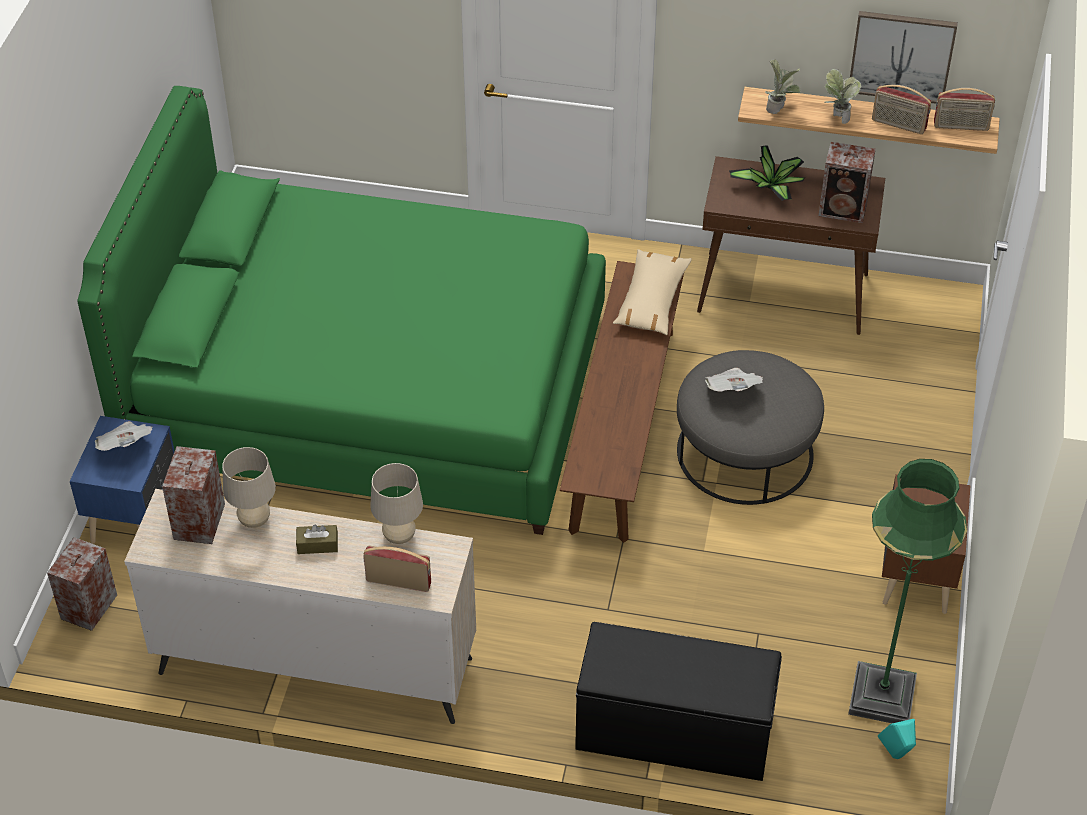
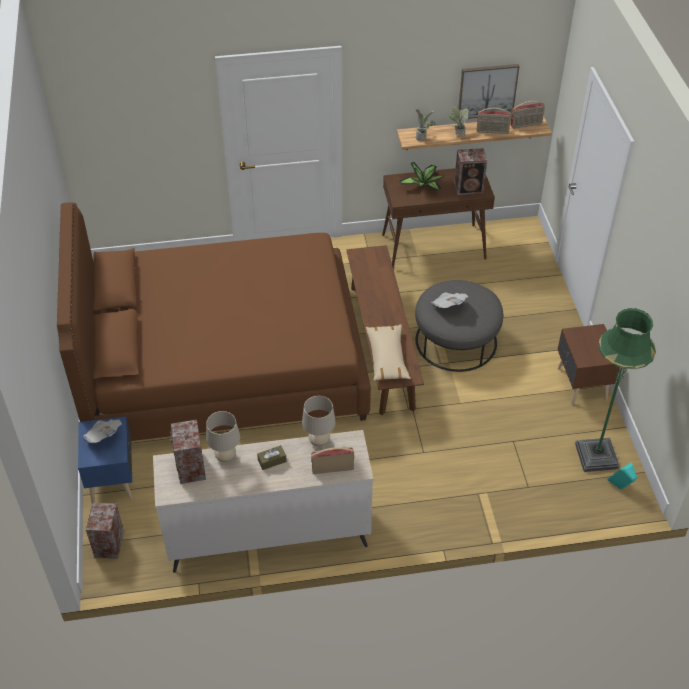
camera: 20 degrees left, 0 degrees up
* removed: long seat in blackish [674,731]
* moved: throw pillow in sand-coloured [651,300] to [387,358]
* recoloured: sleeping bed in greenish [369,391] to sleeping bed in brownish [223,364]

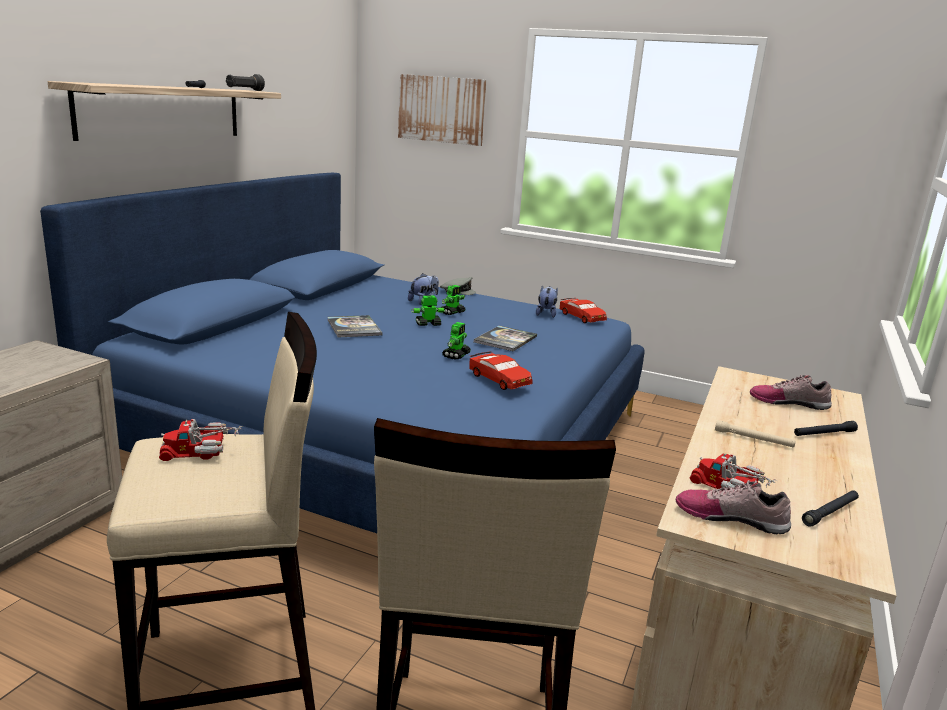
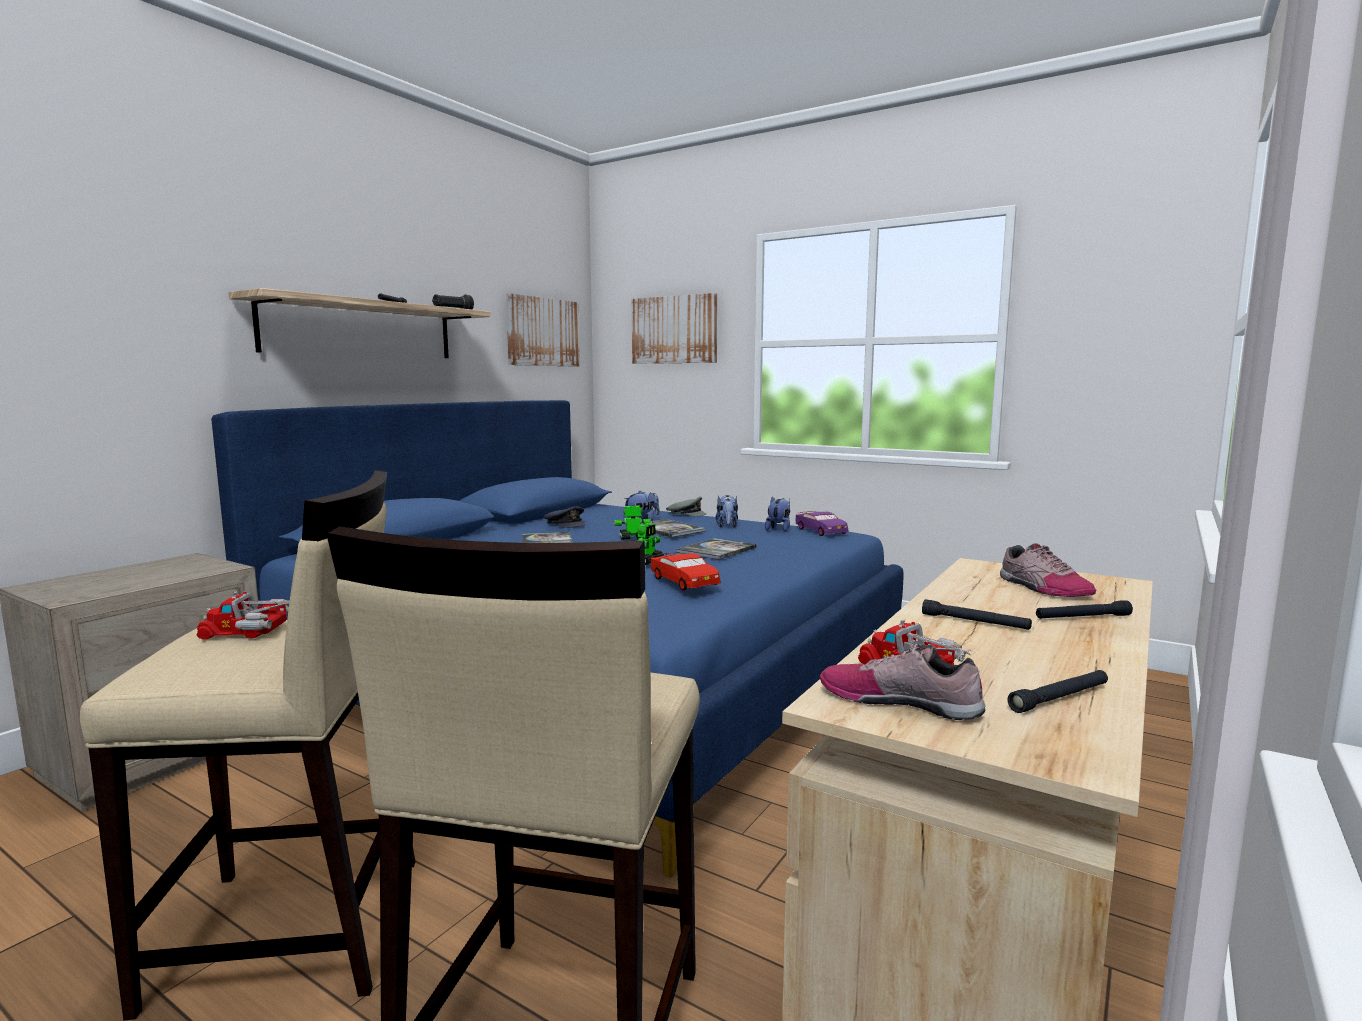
camera: 10 degrees right, 10 degrees down
* added: picture [543,332]
* added: baseball cap in greyish [566,524]
* added: cuddly toy [727,526]
* replaced: robot figure [452,312] to bound book [668,529]
* recoloured: toy car in red [582,317] to toy car in purplish [821,531]
* recoloured: hand torch in sand-coloured [753,439] to hand torch in blackish [975,622]
* turned: item of footwear [788,402] = [1042,588] 135 degrees counterclockwise

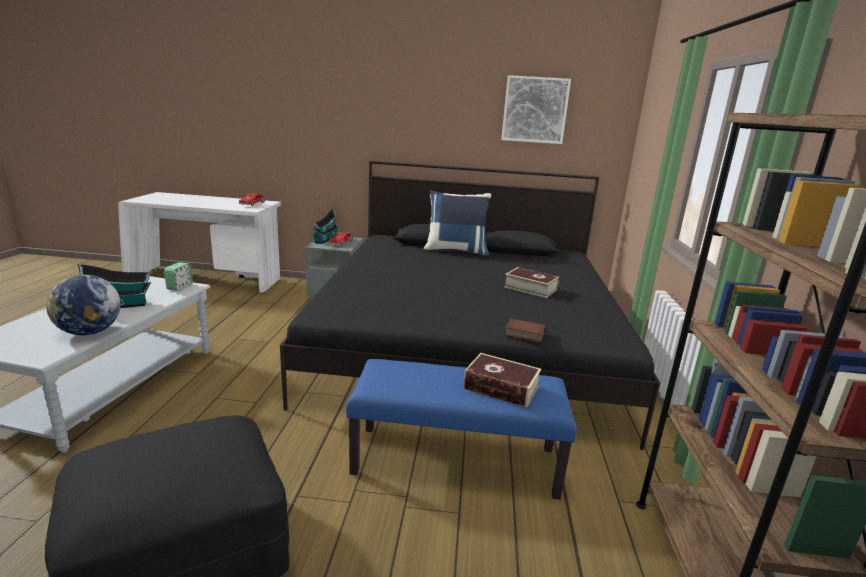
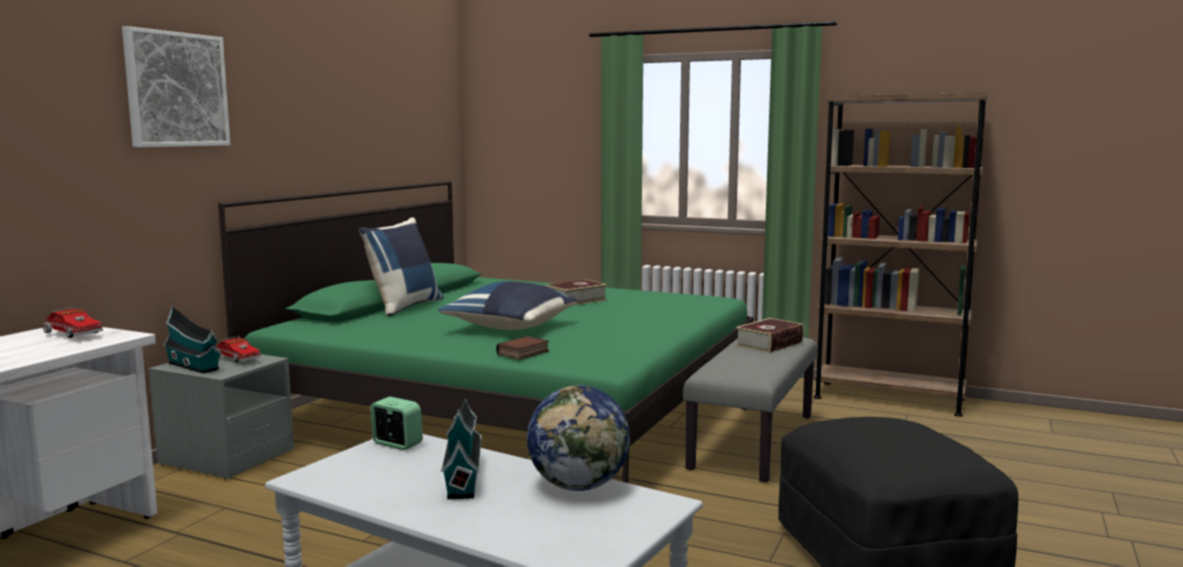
camera: 70 degrees left, 10 degrees down
* added: throw pillow in blue-coloured [511,328]
* moved: picture [535,110] to [176,89]
* moved: bound book [523,334] to [523,353]
* recoloured: sleeping bed in blackish [467,343] to sleeping bed in greenish [516,406]
* recoloured: long seat in blue-coloured [456,461] to long seat in greyish [752,441]

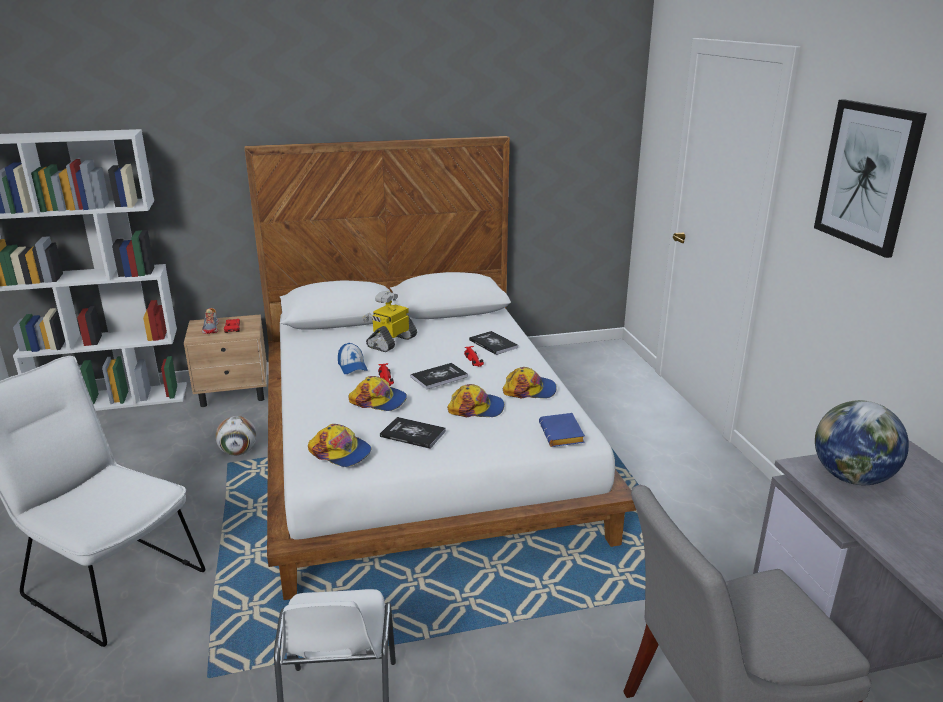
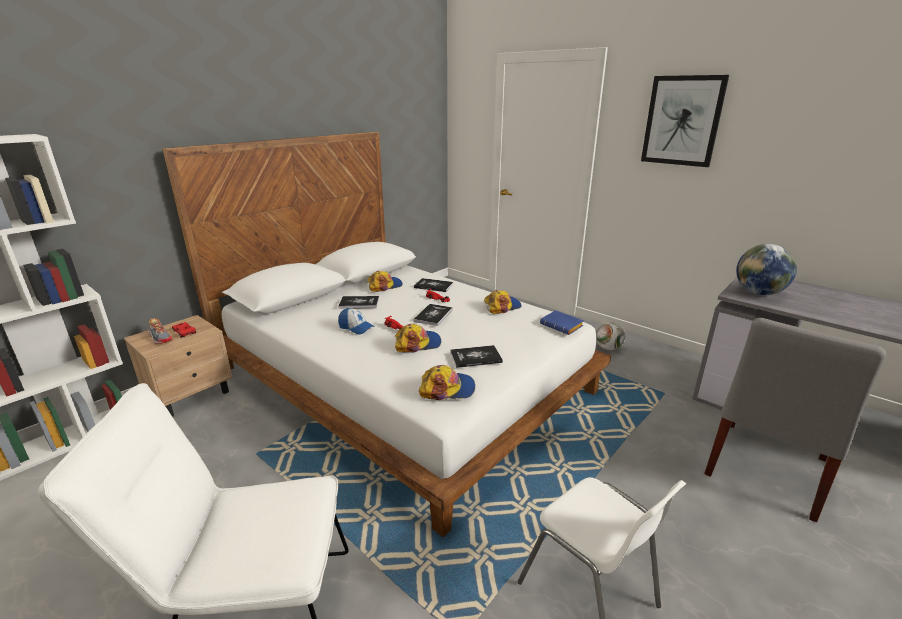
camera: 35 degrees left, 0 degrees up
* moved: football ball [238,452] to [608,348]
* moved: baseball cap [476,408] to [384,285]
* replaced: robot figure [391,342] to bound book [359,303]

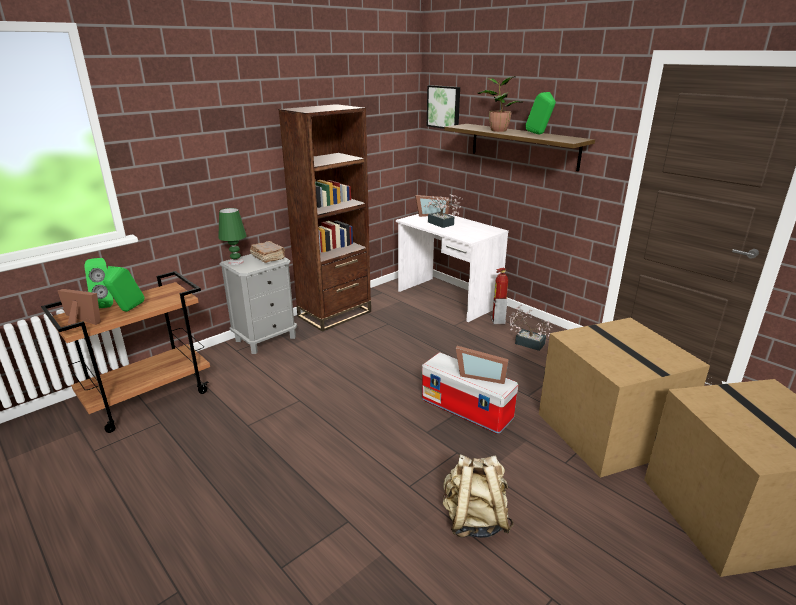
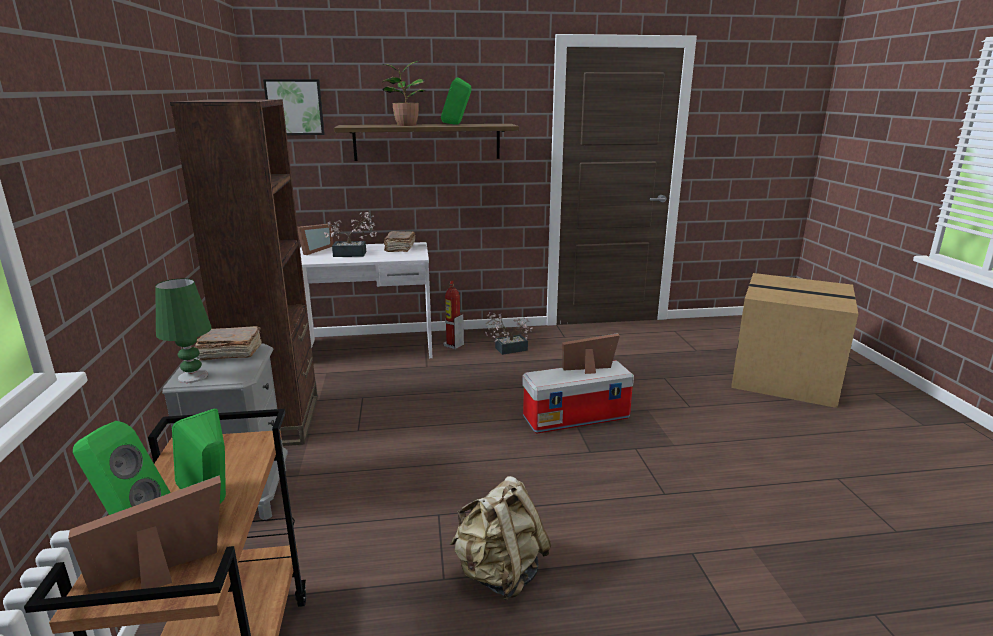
camera: 55 degrees left, 5 degrees down
* removed: cardboard box [610,432]
* added: bound book in brownish [399,248]
* moved: backpack in sand-coloured [474,519] to [499,573]
* turned: picture frame [480,375] = [590,370] 150 degrees counterclockwise

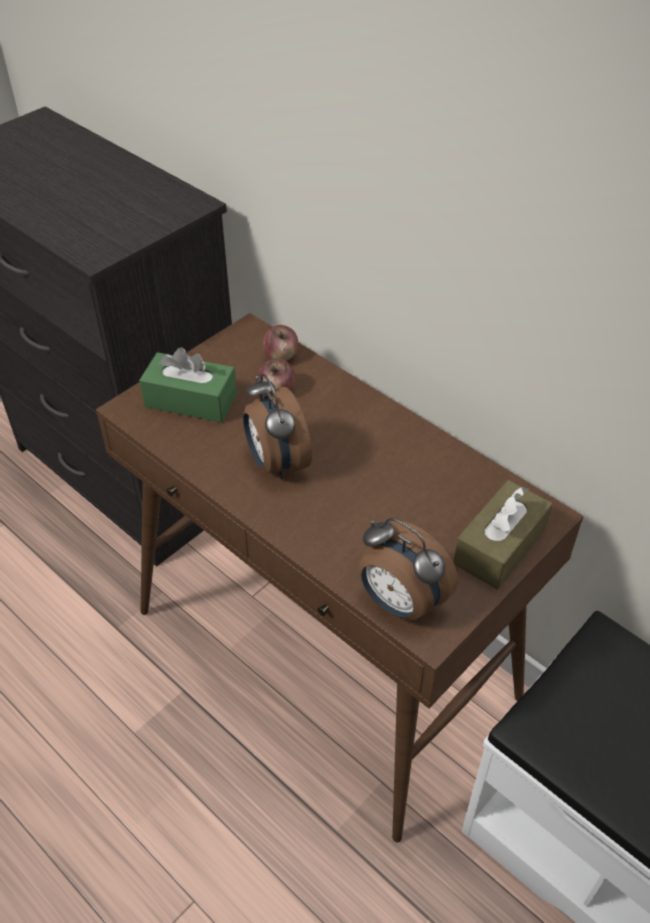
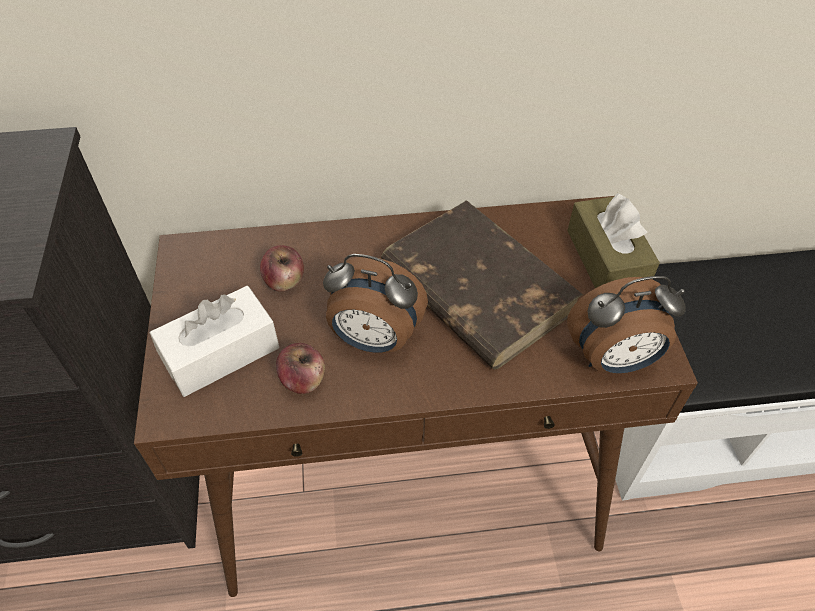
camera: 50 degrees left, 5 degrees up
* added: bound book in brownish [475,288]
* moved: apple fruit [281,356] to [303,380]
* recoloured: tissue box in greenish [191,400] to tissue box in white [221,353]

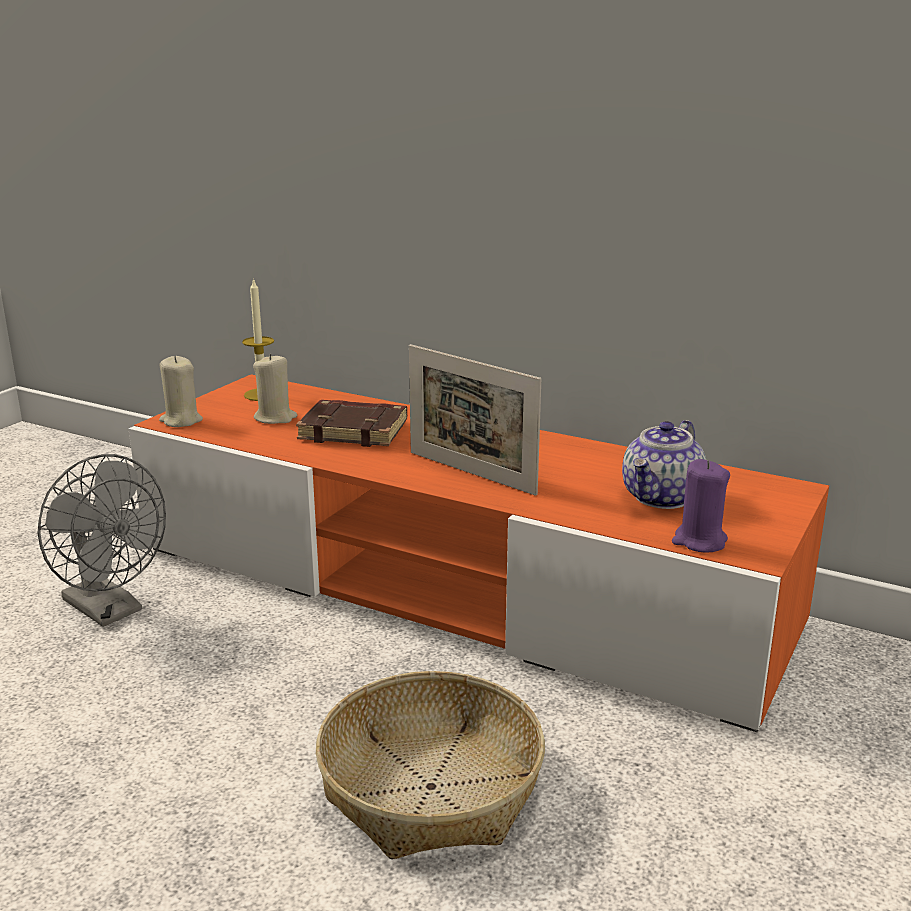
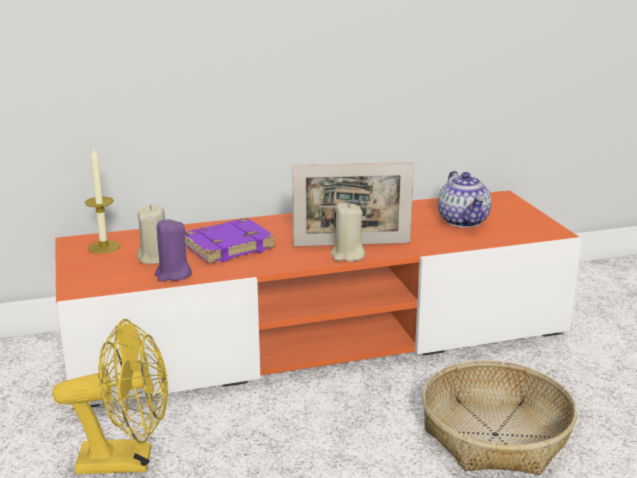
camera: 45 degrees left, 0 degrees up
* moved: candle in sand-coloured [181,421] to [347,255]
* moved: candle in purplish [699,541] to [173,274]
* recoloured: electric fan in greyish [111,610] to electric fan in yellow-coloured [127,460]
* recoloured: bound book in brownish [355,430] to bound book in purplish [228,246]

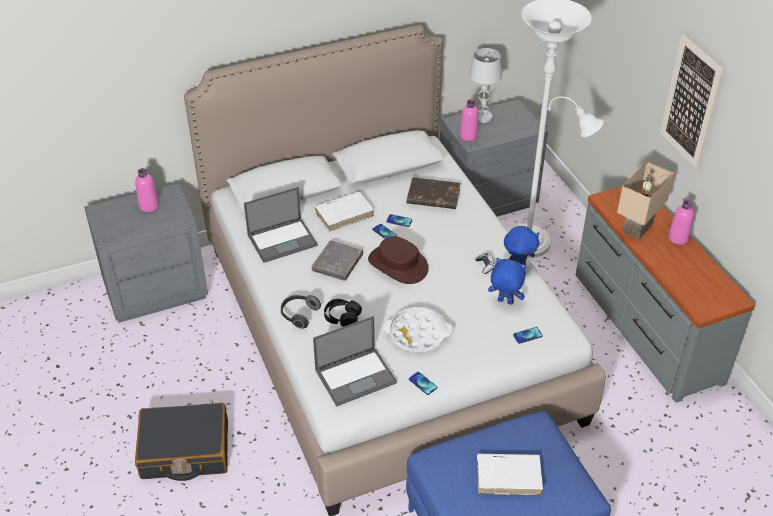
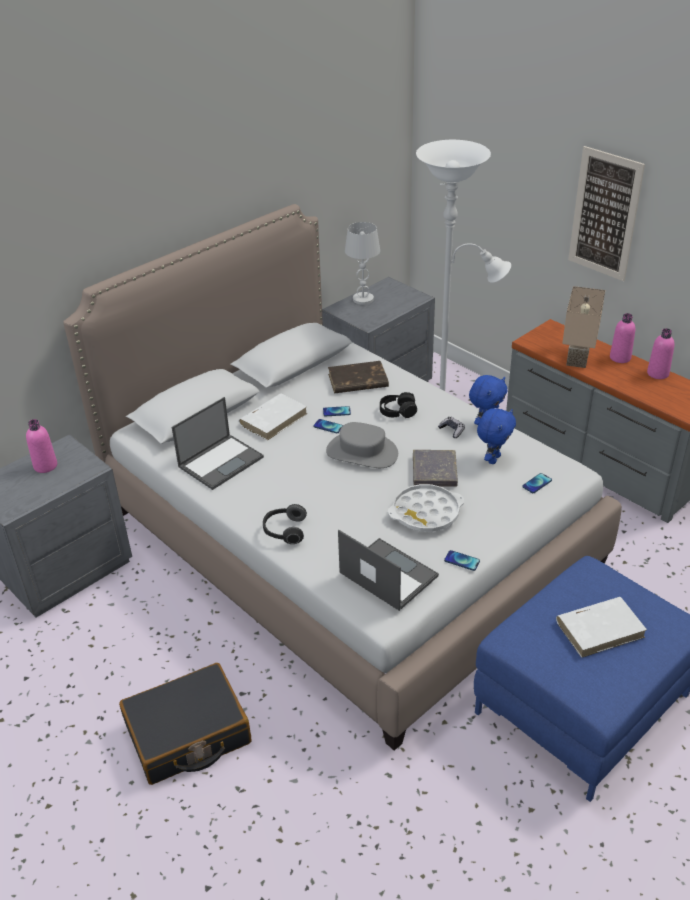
camera: 20 degrees left, 5 degrees down
* moved: bound book in greyish [337,263] to [434,471]
* moved: headset in blackish [342,317] to [397,411]
* moved: beverage bottle in pink-coloured [468,136] to [657,373]
* recoloured: hat in brownish [398,264] to hat in greyish [362,452]
* turned: portable computer [356,376] = [387,574] 90 degrees counterclockwise
* turned: cuddly toy in blue-coloured [504,302] = [493,459] 120 degrees clockwise

